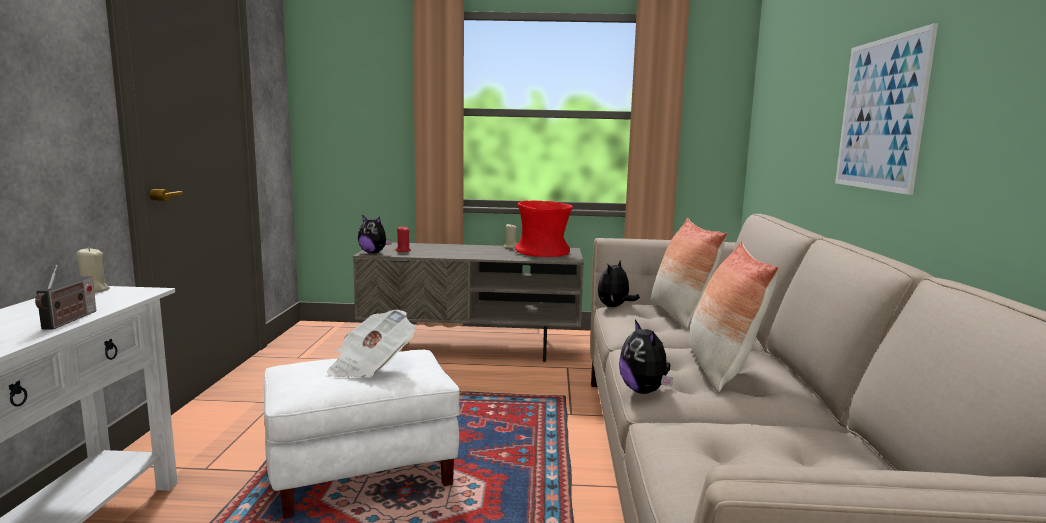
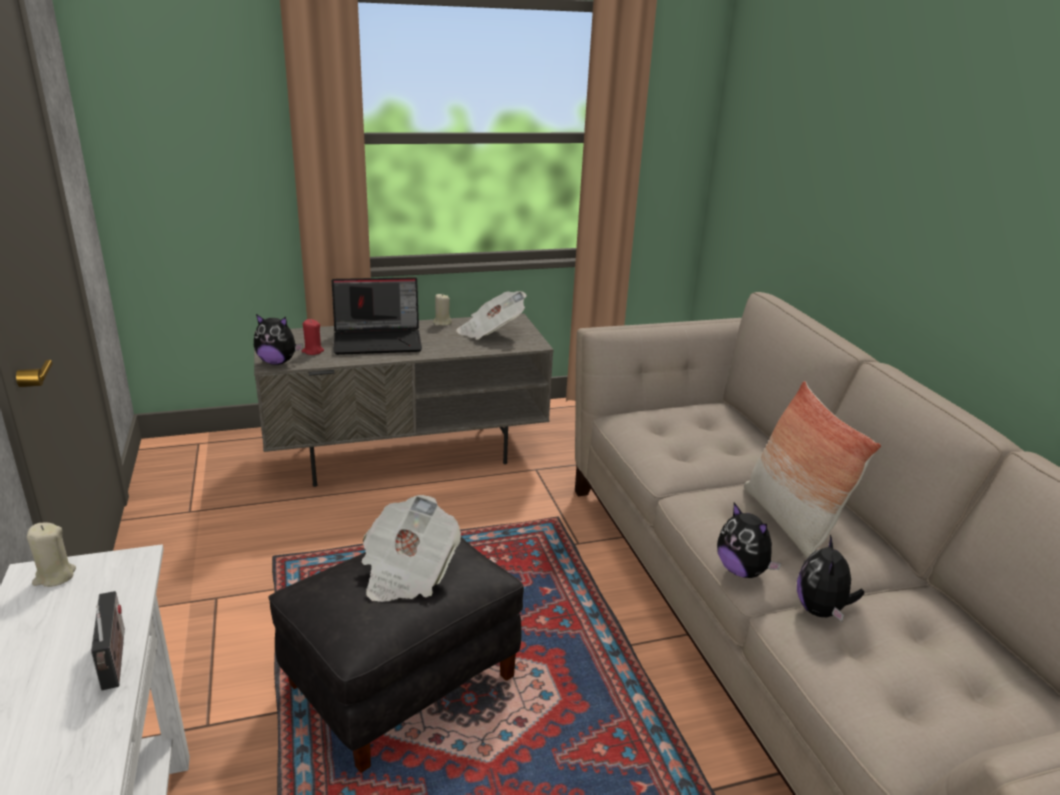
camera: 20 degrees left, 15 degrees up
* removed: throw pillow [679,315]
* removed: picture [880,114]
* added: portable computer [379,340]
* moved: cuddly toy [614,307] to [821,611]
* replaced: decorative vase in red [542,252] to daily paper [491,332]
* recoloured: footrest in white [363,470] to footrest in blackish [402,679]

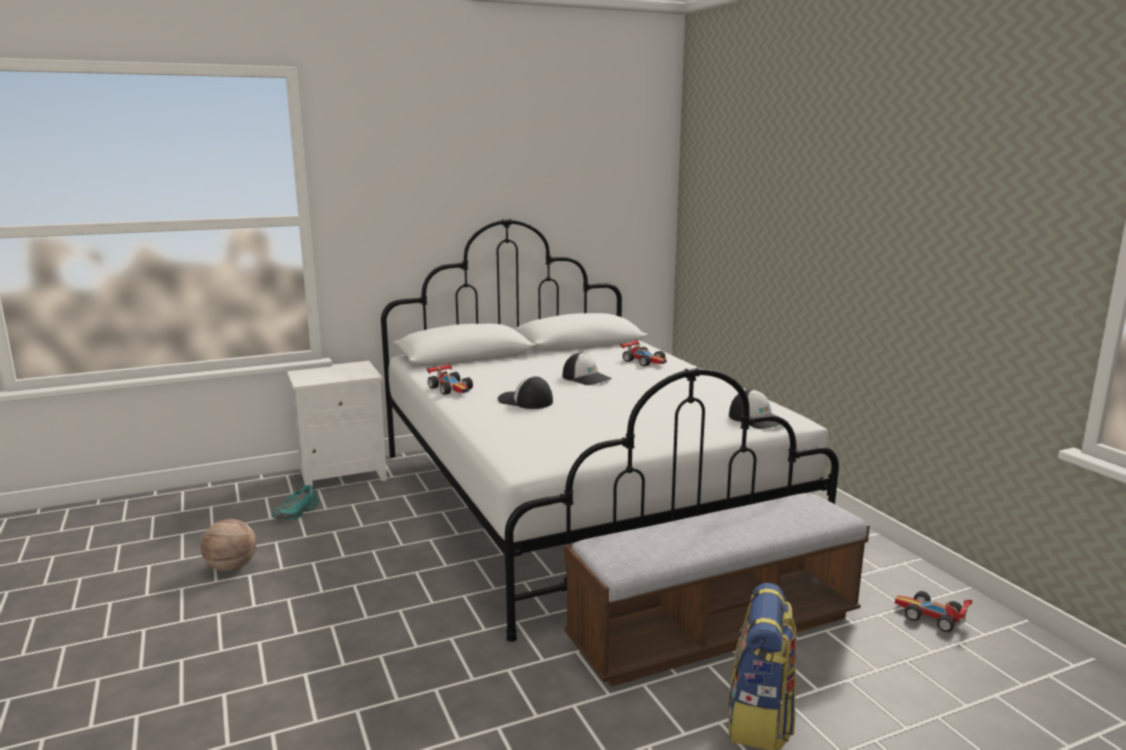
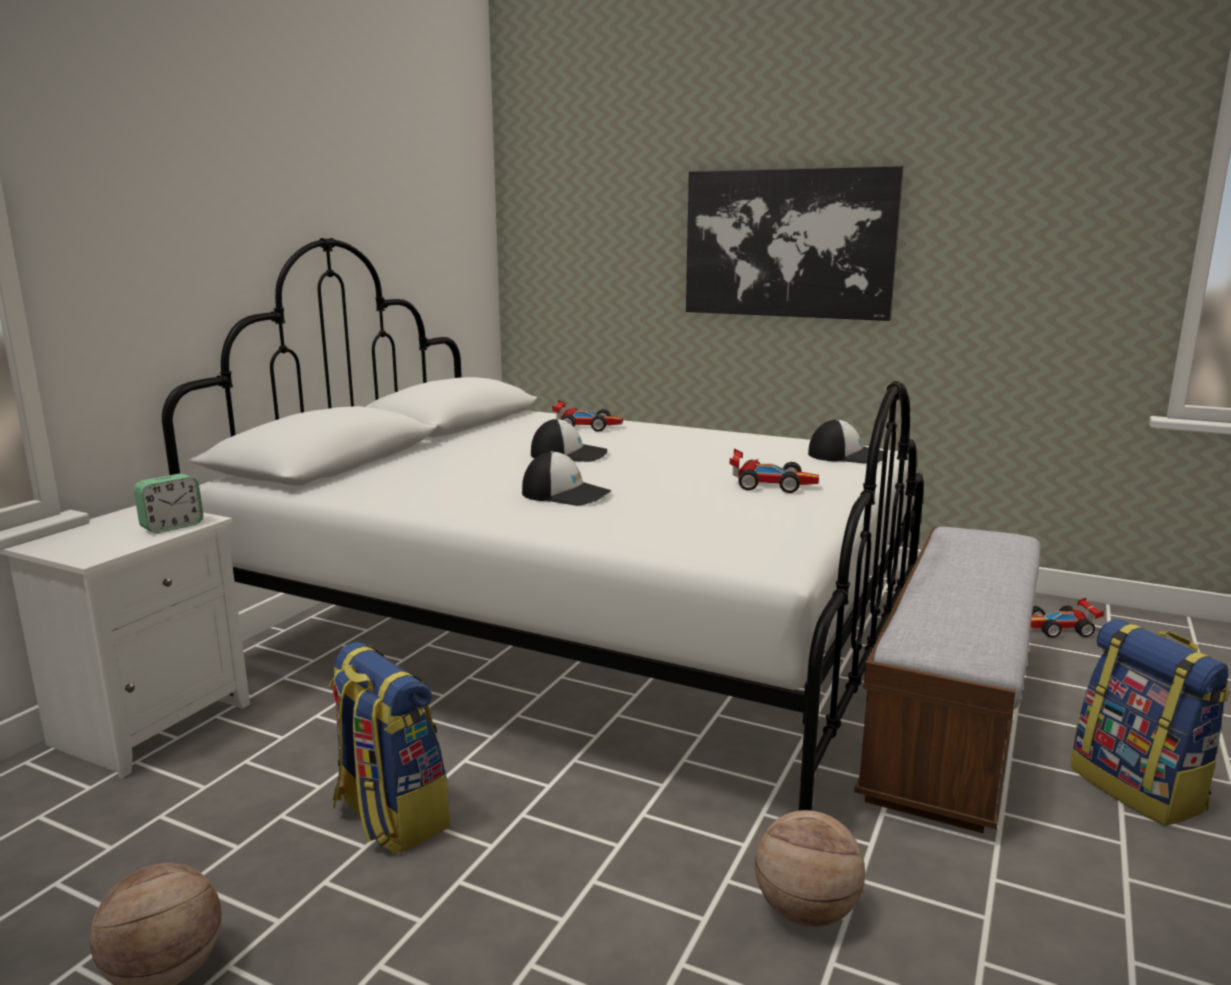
camera: 40 degrees left, 0 degrees up
* removed: item of footwear in turquoise [297,513]
* added: bedside clock [172,526]
* added: backpack [389,817]
* added: picture [788,243]
* added: basketball ball [806,911]
* moved: toy car [451,388] to [771,484]
* turned: baseball cap [525,401] = [566,494] 150 degrees counterclockwise

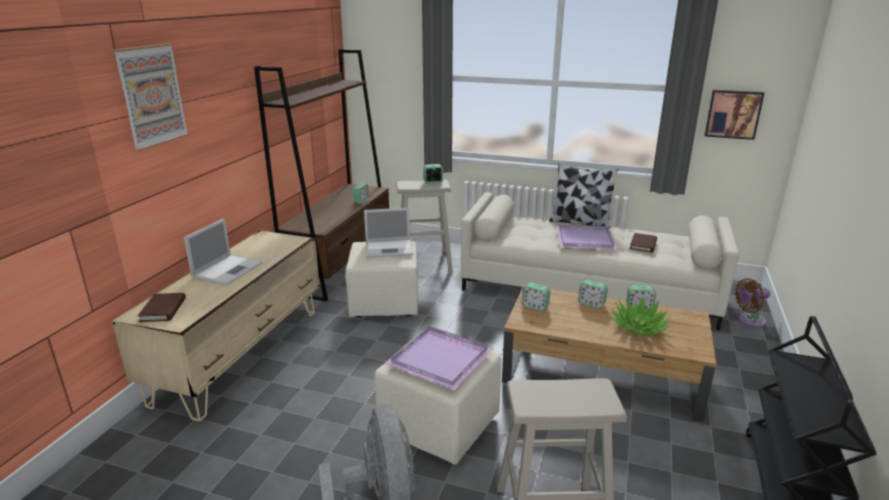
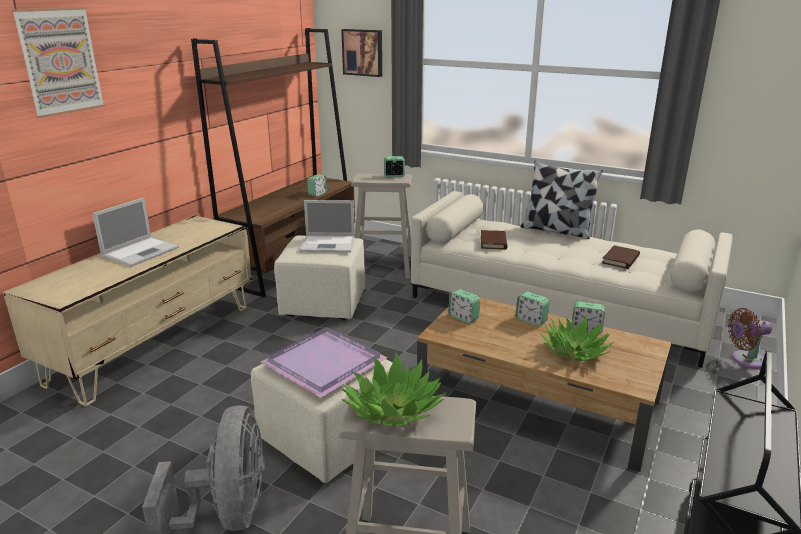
camera: 10 degrees right, 0 degrees up
* removed: carrying tray in purplish [584,240]
* added: potted plant [393,410]
* moved: bound book in brownish [163,310] to [493,242]
* moved: picture [733,114] to [363,52]

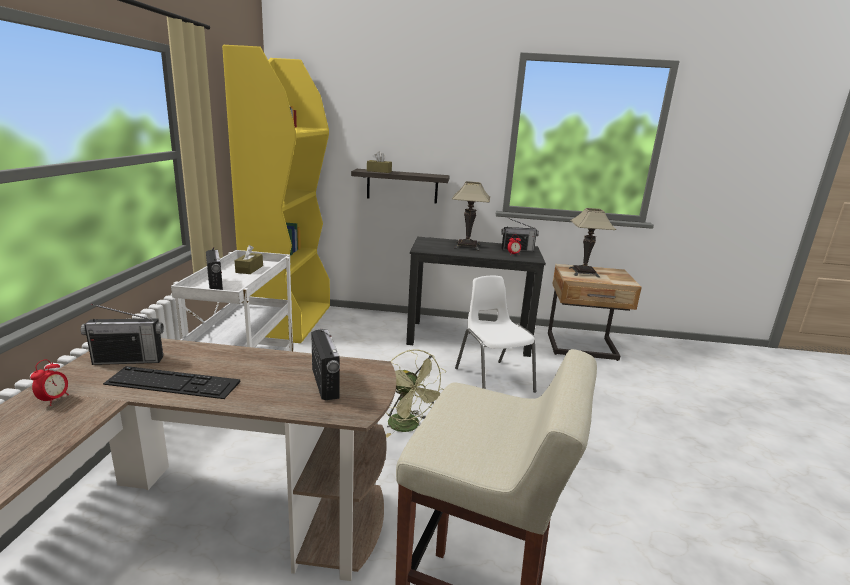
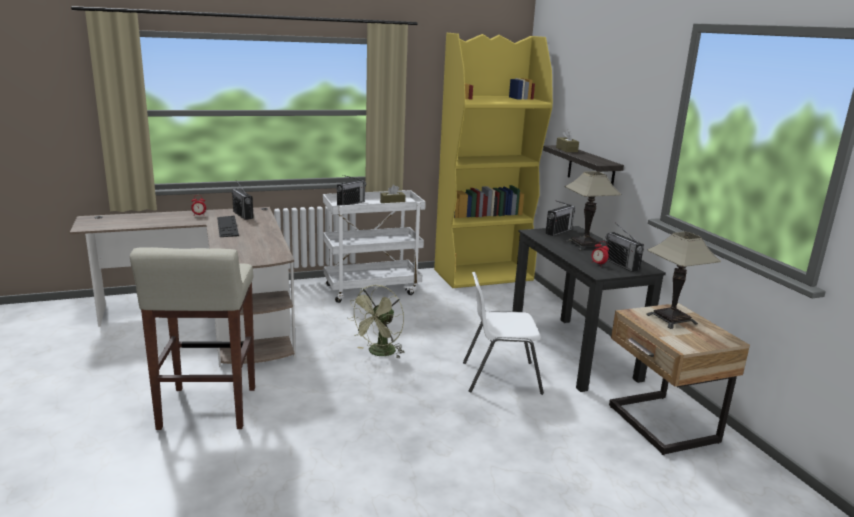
camera: 65 degrees right, 0 degrees up
* moved: radio receiver [325,383] to [558,231]
* turned: plain chair in white [493,379] = [499,377] 135 degrees counterclockwise

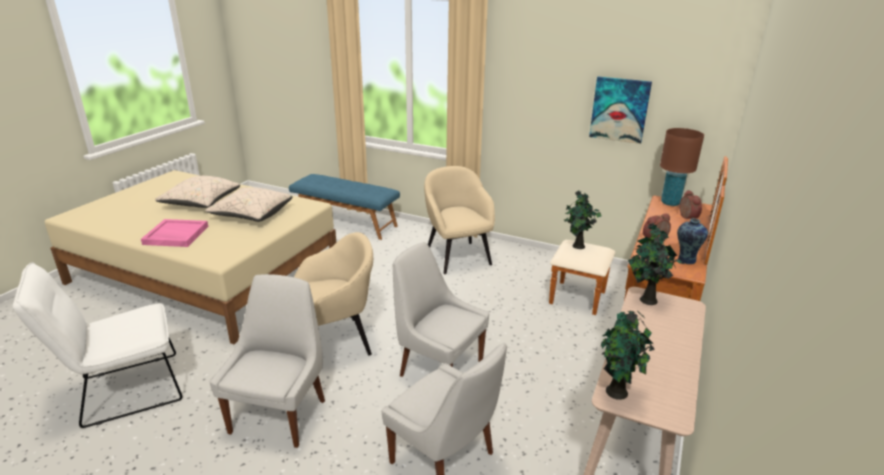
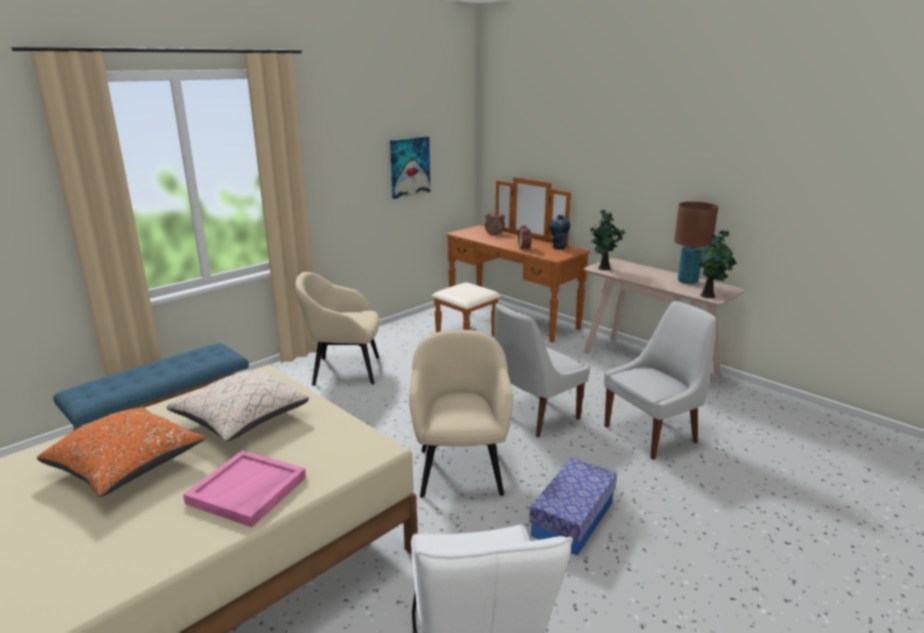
camera: 70 degrees left, 5 degrees down
* removed: potted plant [578,246]
* moved: lamp for a table in brownish [670,203] to [687,281]
* replaced: plain chair in white [280,414] to storage box [572,518]
* recoloured: throw pillow in sand-coloured [201,203] to throw pillow in orangey [127,467]

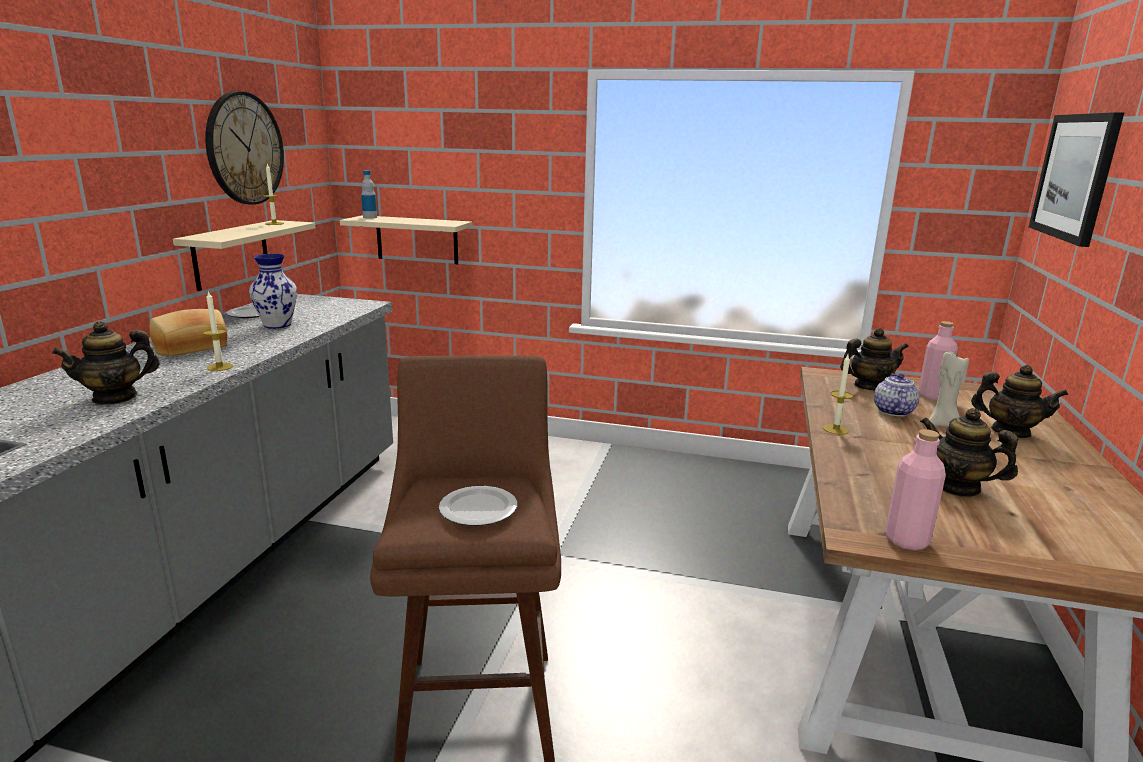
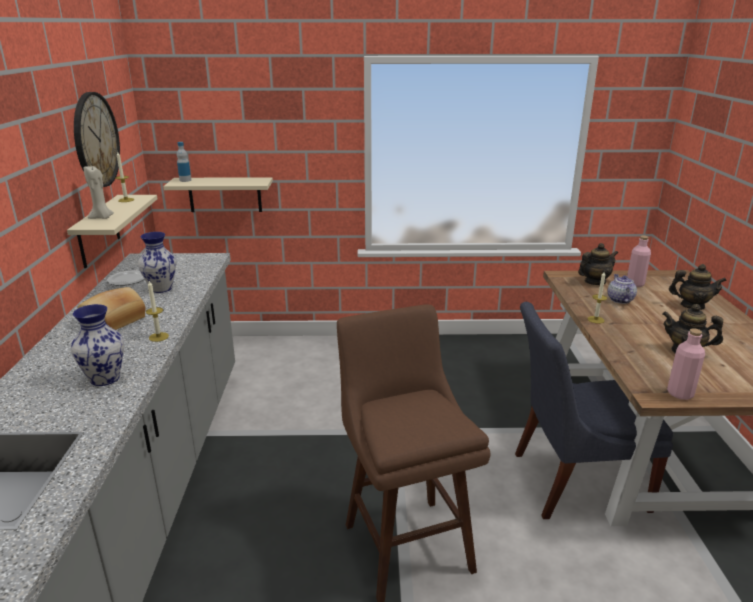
camera: 15 degrees left, 5 degrees up
* removed: plate [479,509]
* removed: picture [1075,177]
* added: plain chair in blue-coloured [572,481]
* moved: candle in sand-coloured [942,425] to [102,218]
* replaced: pot for tea [115,397] to decorative vase [106,378]

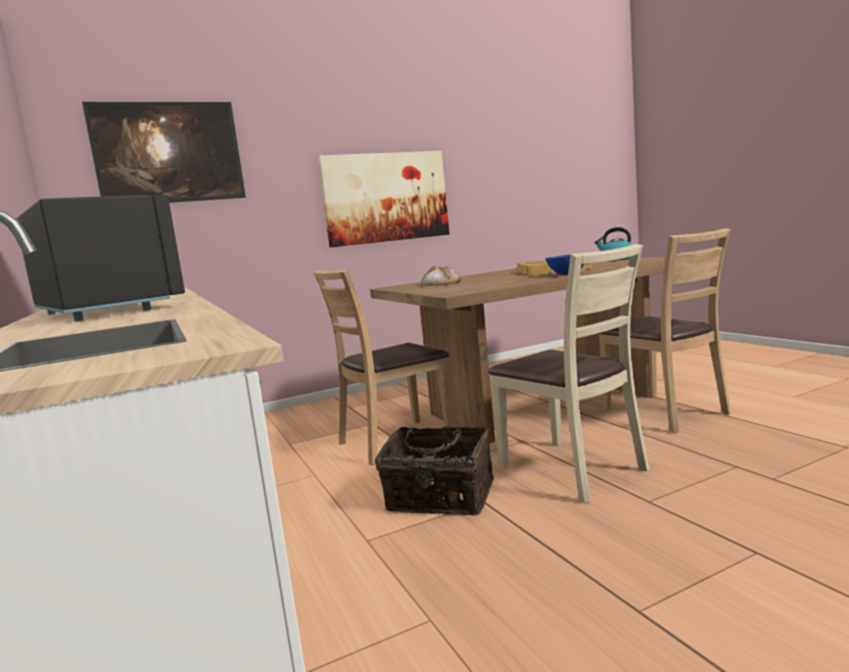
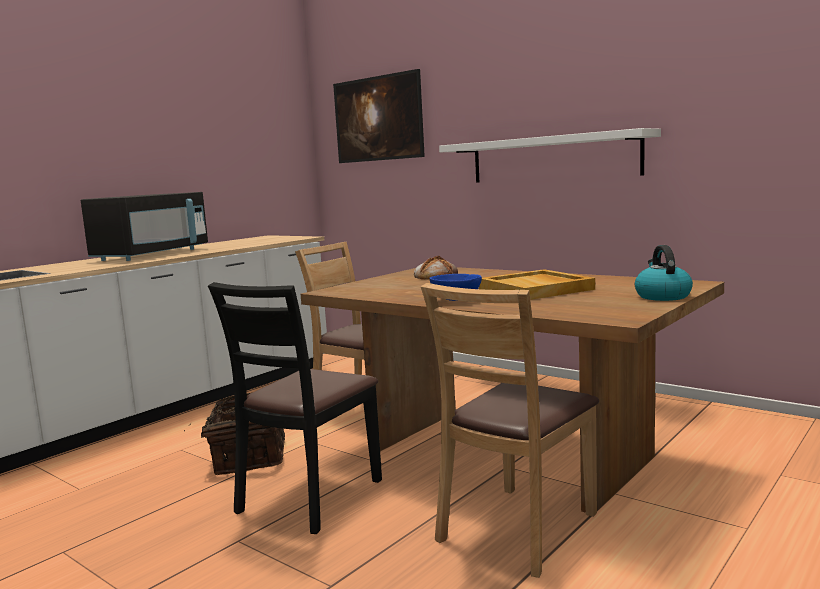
camera: 65 degrees right, 0 degrees up
* replaced: picture [386,197] to shelf in white [553,158]
* recoloured: plain chair in sand-coloured [572,469] to plain chair in blackish [310,497]

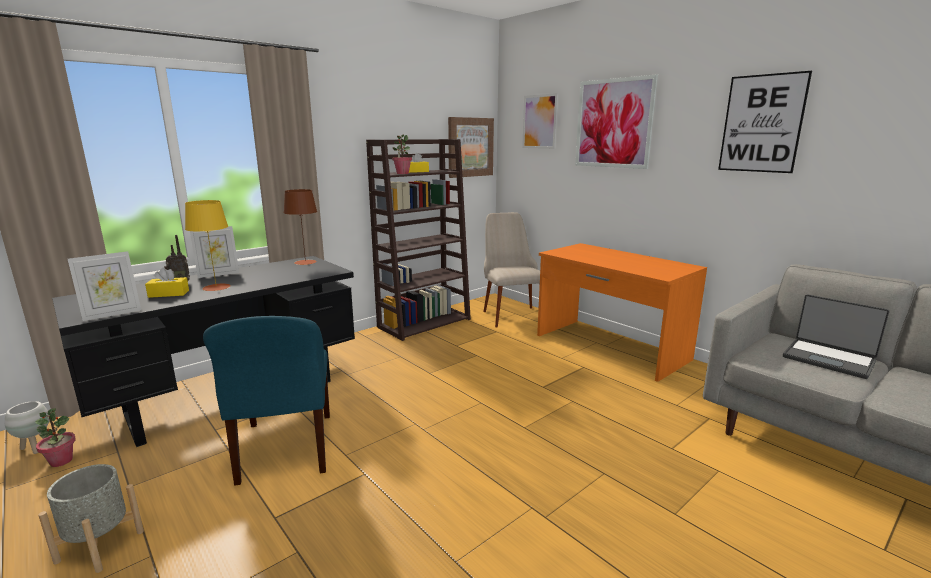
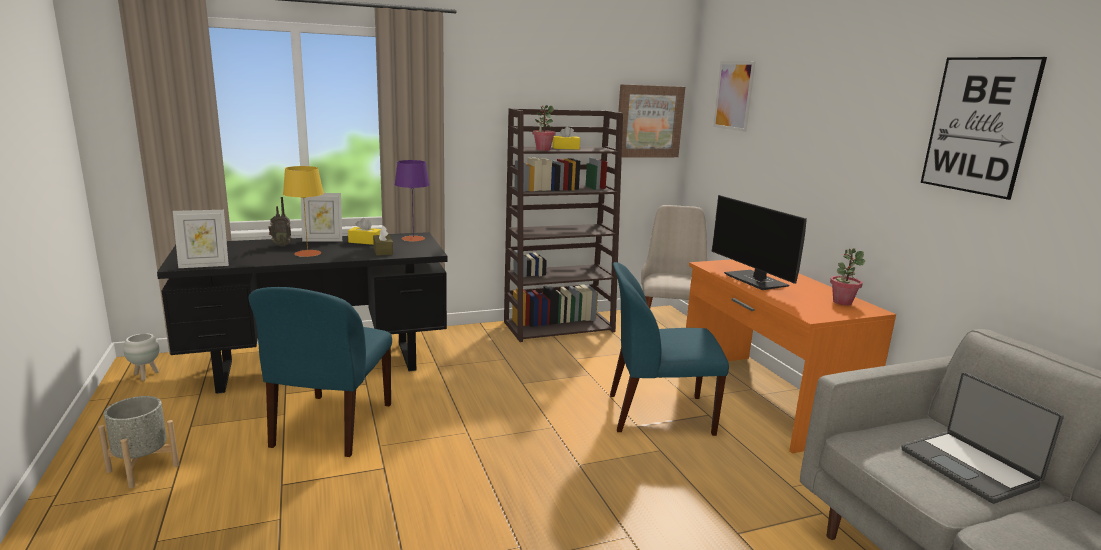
camera: 20 degrees right, 0 degrees up
* removed: picture [613,123]
* added: tissue box in brownish [383,251]
* added: plain chair in blue-coloured [657,414]
* added: computer screen [757,281]
* moved: potted plant [61,461] to [842,302]
* moved: tissue box in yellow-coloured [169,294] to [365,242]
* recoloured: lamp for a table in brownish [305,262] to lamp for a table in purplish [413,238]

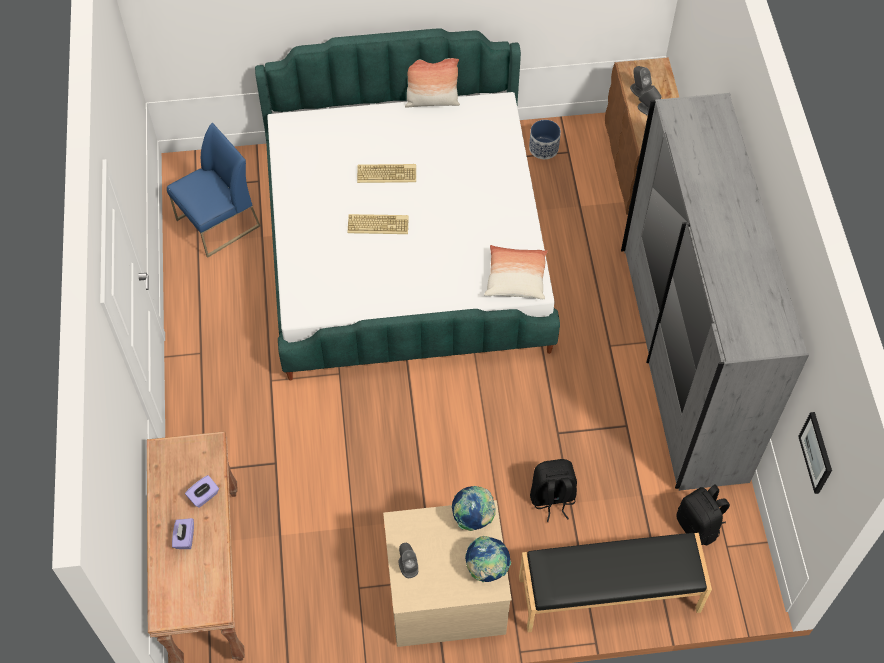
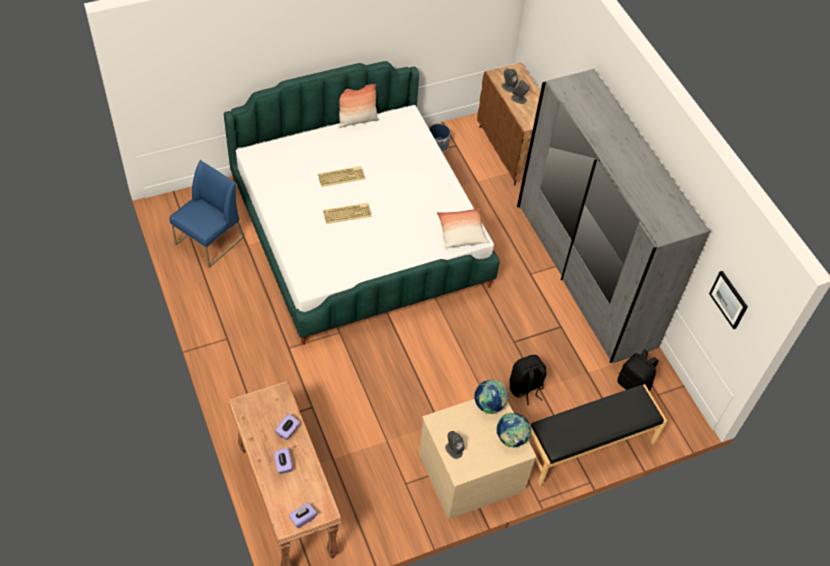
camera: 20 degrees left, 5 degrees down
* added: tissue box in purplish [303,518]

